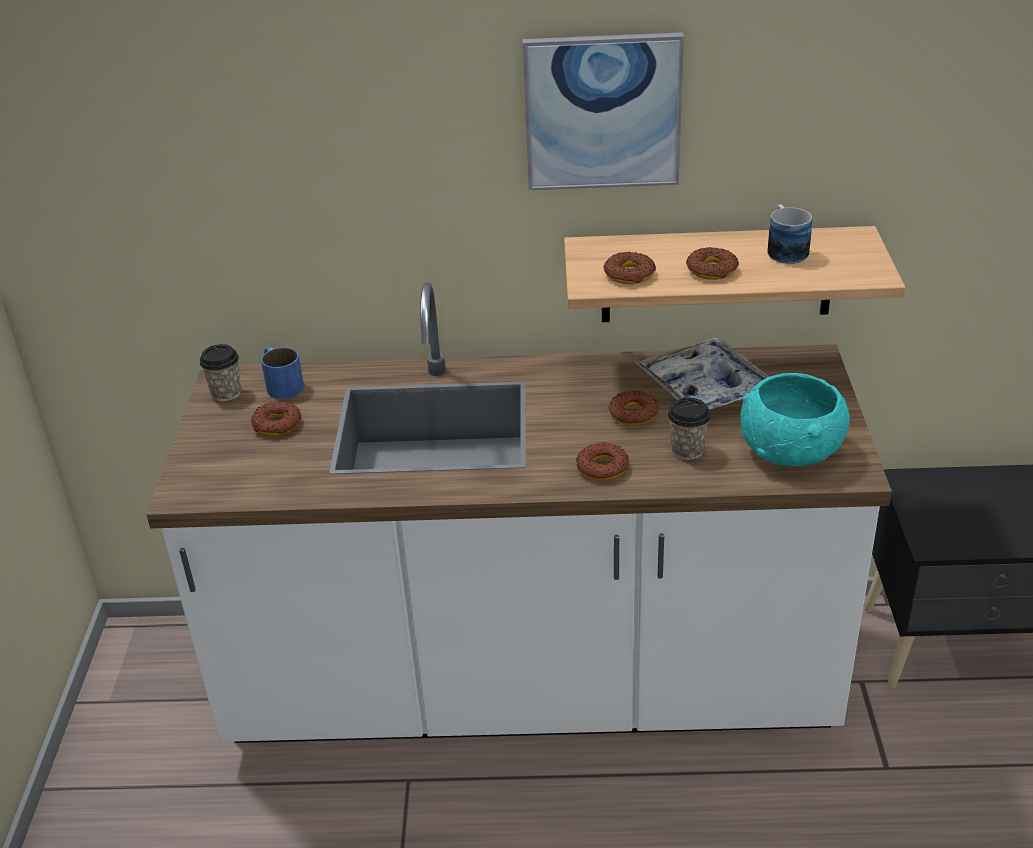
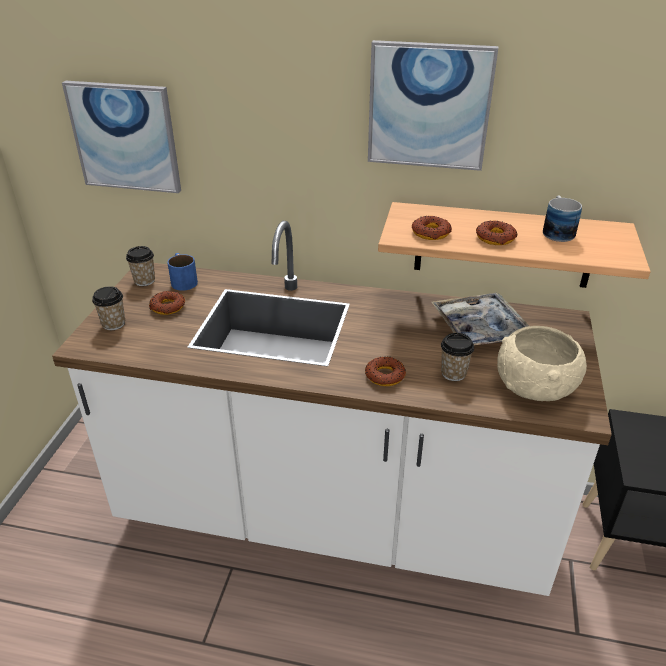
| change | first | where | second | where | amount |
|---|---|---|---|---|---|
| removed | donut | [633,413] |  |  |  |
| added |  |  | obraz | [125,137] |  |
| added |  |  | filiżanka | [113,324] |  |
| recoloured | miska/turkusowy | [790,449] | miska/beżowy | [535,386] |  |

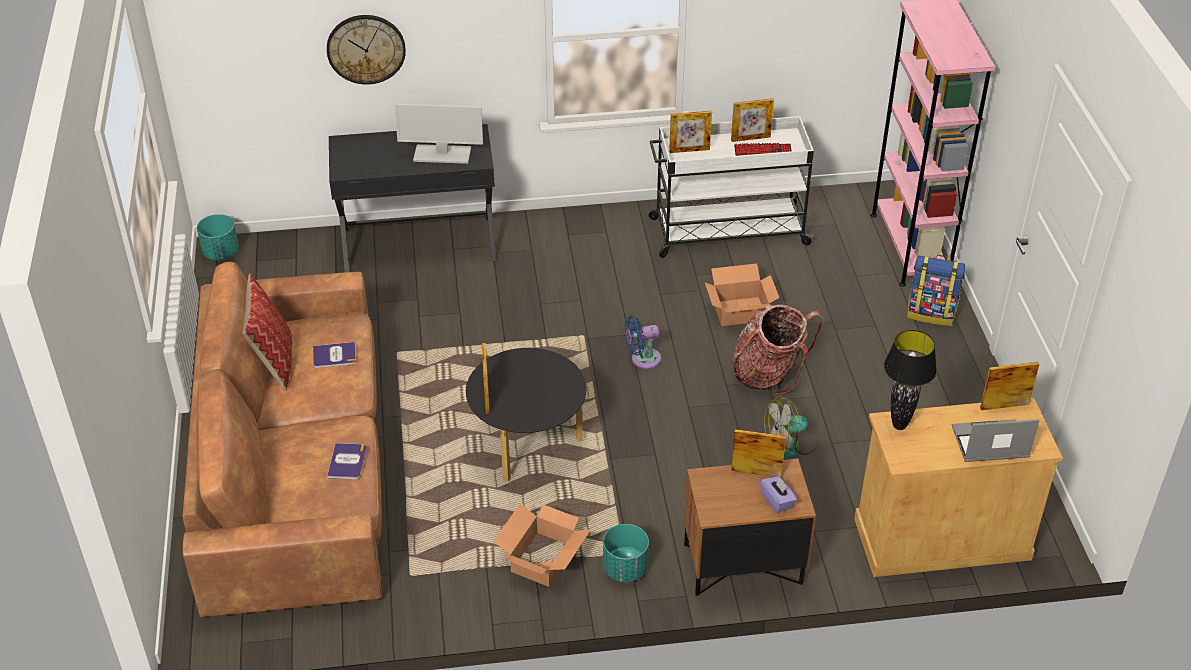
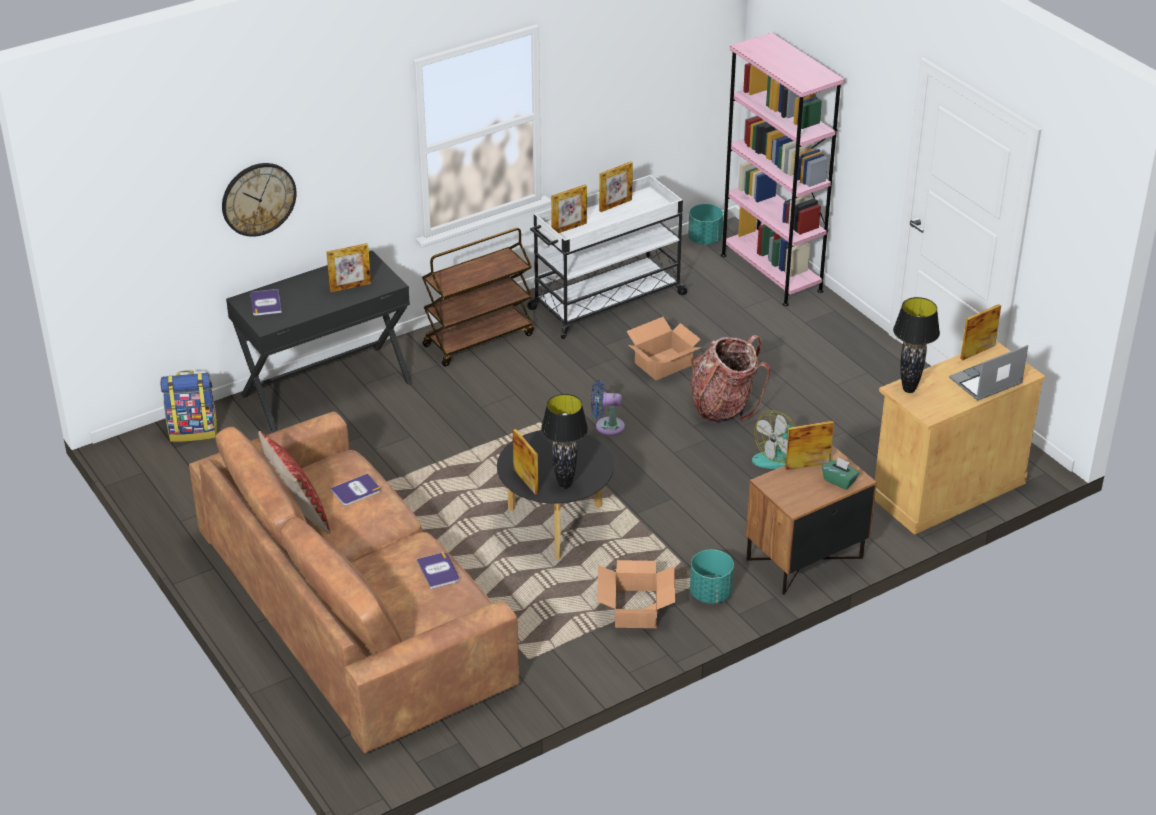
| change | first | where | second | where | amount |
|---|---|---|---|---|---|
| removed | klawiatura | [762,150] |  |  |  |
| added |  |  | książka | [265,303] |  |
| added |  |  | wózek/brązowy | [479,339] |  |
| added |  |  | lampa stołowa/czarny | [564,485] |  |
| moved | donica/turkusowy | [220,252] |  | [704,240] |  |
| moved | plecak | [931,313] |  | [193,431] |  |
| replaced | monitor | [441,155] | ramka na zdjęcie | [350,287] |  |
| recoloured | pudełko chusteczek/fioletowy | [777,501] | pudełko chusteczek/zielony | [839,481] |  |
| turned | wentylator/niebieski | [642,359] |  | [606,426] | 45 degrees clockwise |

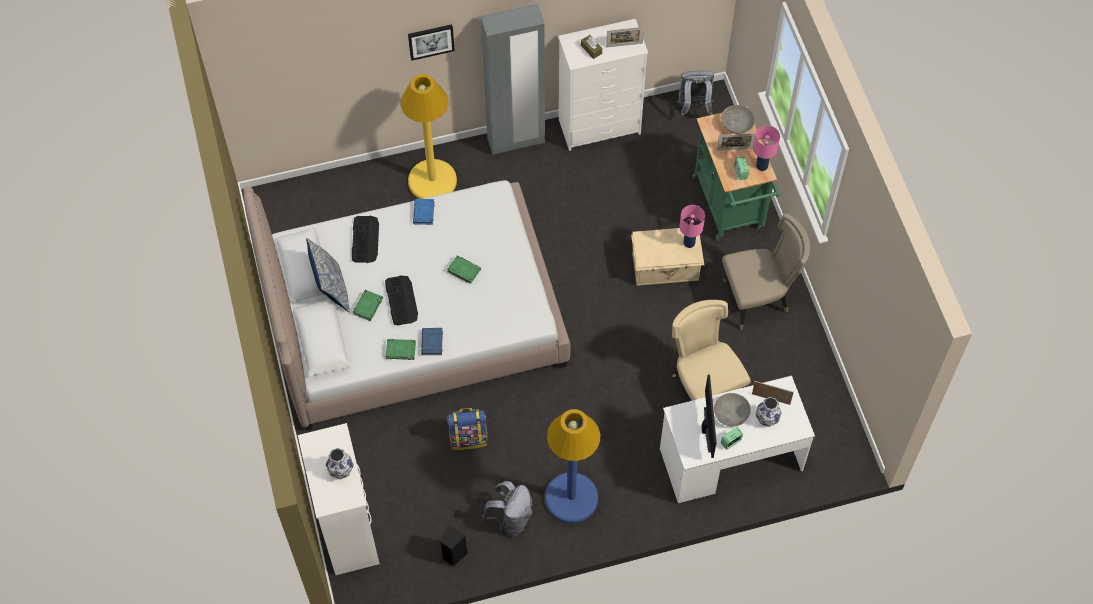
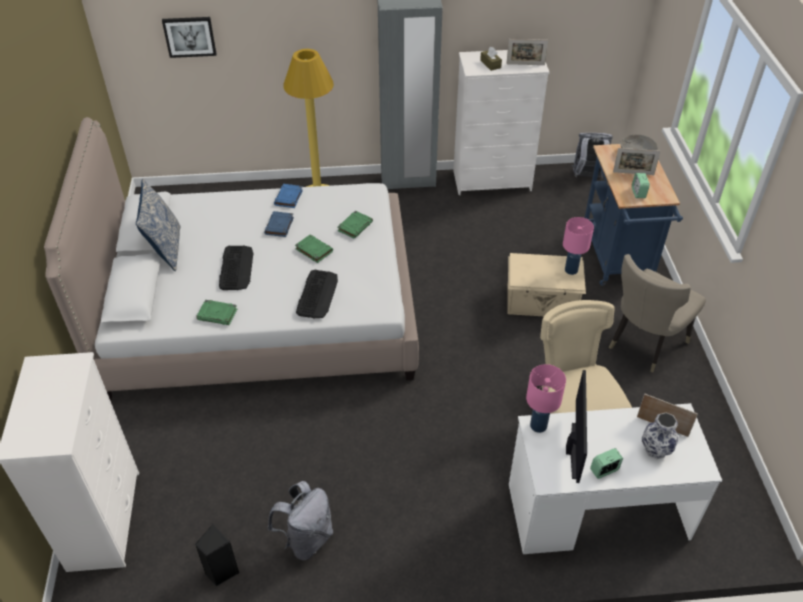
| change | first | where | second | where | amount |
|---|---|---|---|---|---|
| removed | wazon | [341,470] |  |  |  |
| removed | plecak | [469,438] |  |  |  |
| removed | lampa stojąca/niebieski | [571,498] |  |  |  |
| removed | miska/szary | [731,414] |  |  |  |
| moved | klawiatura | [365,239] |  | [317,294] |  |
| moved | książka/zielony | [368,306] |  | [355,226] |  |
| moved | obraz | [431,41] |  | [189,36] |  |
| moved | książka/niebieski | [432,343] |  | [279,226] |  |
| moved | lampa stołowa/różowy | [762,166] |  | [538,426] |  |
| recoloured | wózek/zielony | [730,208] | wózek/niebieski | [617,259] |  |
| turned | krzesło/beżowy | [759,298] |  | [643,344] | 135 degrees clockwise |

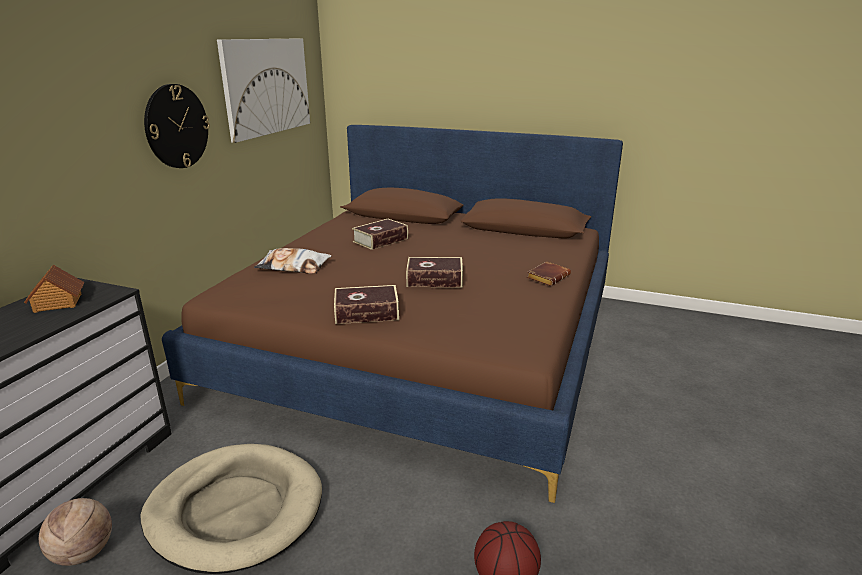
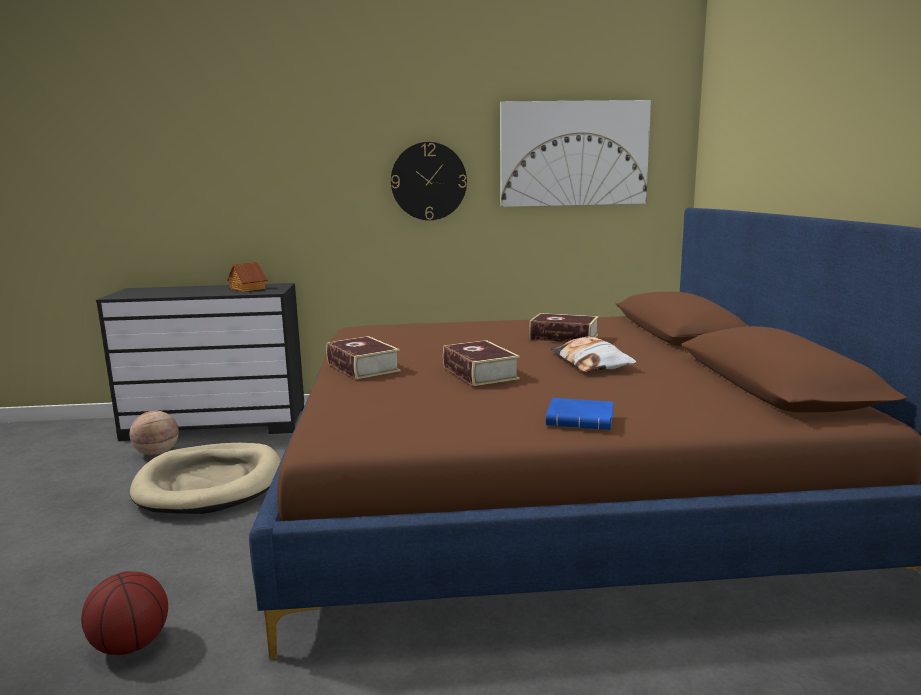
| change | first | where | second | where | amount |
|---|---|---|---|---|---|
| moved | poduszka | [293,267] |  | [591,363] |  |
| recoloured | książka/brązowy | [547,277] | książka/niebieski | [582,420] |  |

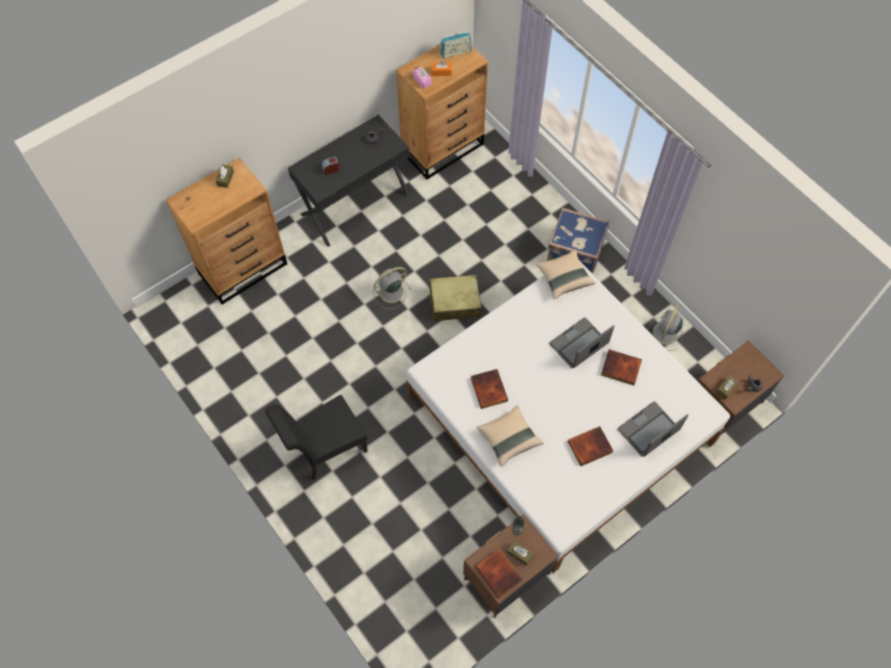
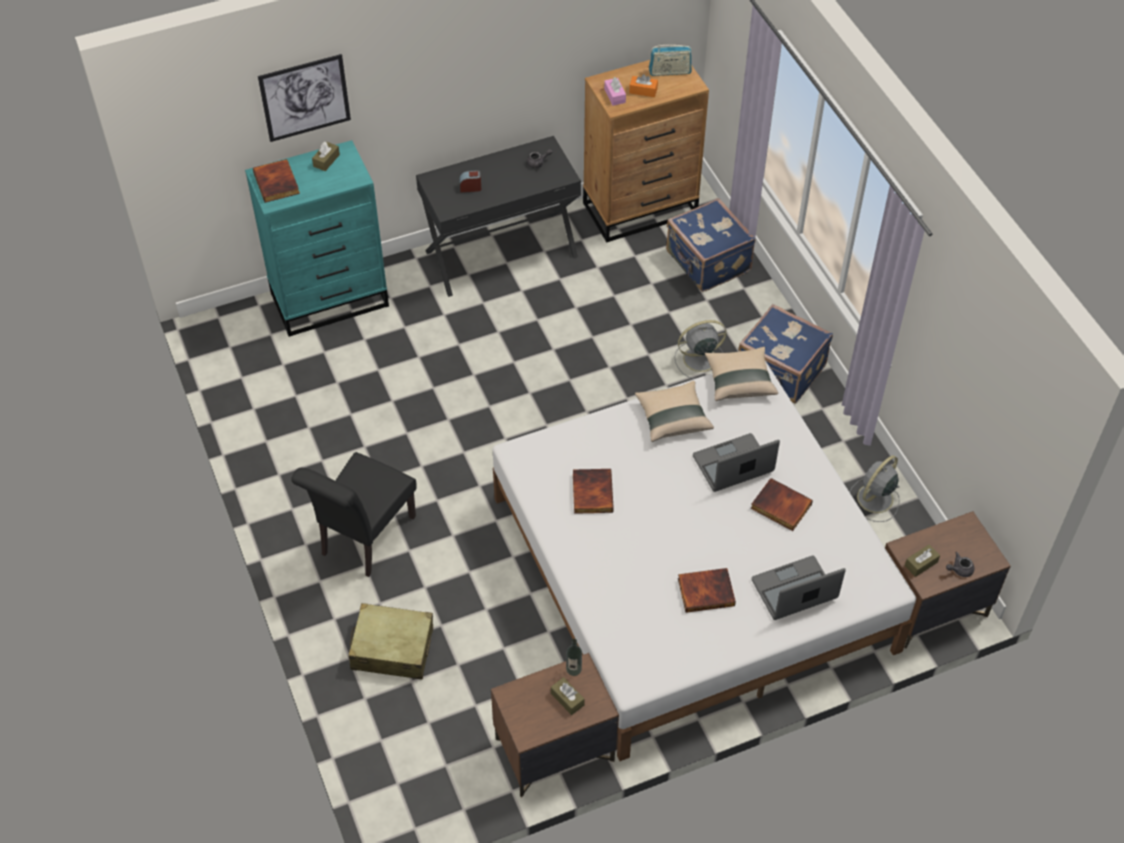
| change | first | where | second | where | amount |
|---|---|---|---|---|---|
| added |  |  | obraz | [305,98] |  |
| added |  |  | walizka/niebieski | [707,262] |  |
| moved | wentylator/szary | [390,292] |  | [698,359] |  |
| moved | walizka/beżowy | [454,302] |  | [392,649] |  |
| moved | książka | [499,573] |  | [277,183] |  |
| moved | poduszka/beżowy | [509,439] |  | [672,418] |  |
| recoloured | komoda/brązowy | [243,268] | komoda/turkusowy | [331,299] |  |
| turned | krzesło/czarny | [325,451] |  | [364,539] | 45 degrees counterclockwise |

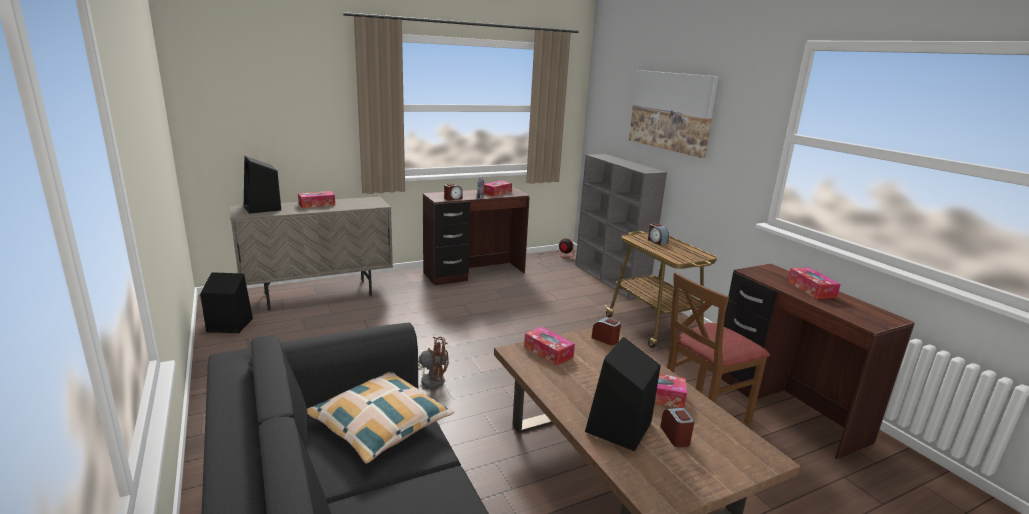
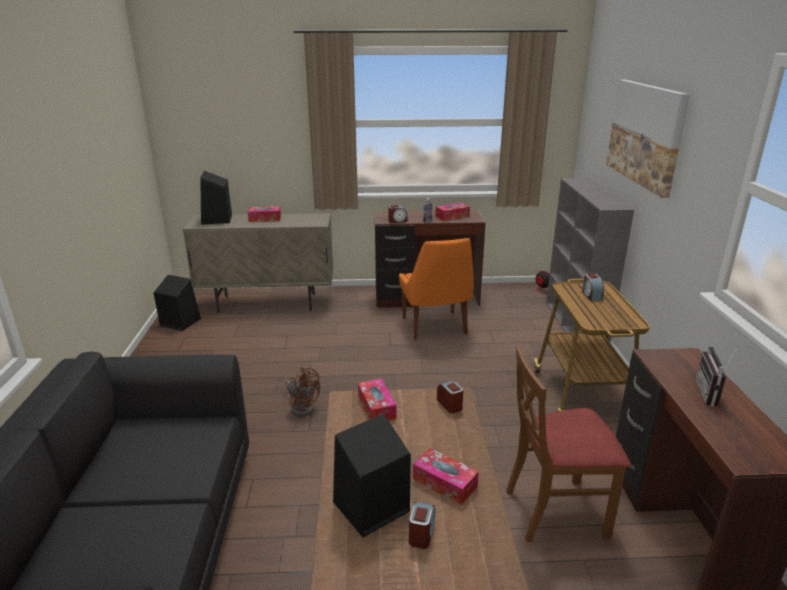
| change | first | where | second | where | amount |
|---|---|---|---|---|---|
| removed | poduszka | [380,424] |  |  |  |
| added |  |  | krzesło/pomarańczowy | [435,327] |  |
| replaced | pudełko chusteczek | [811,289] | radio | [712,394] |  |

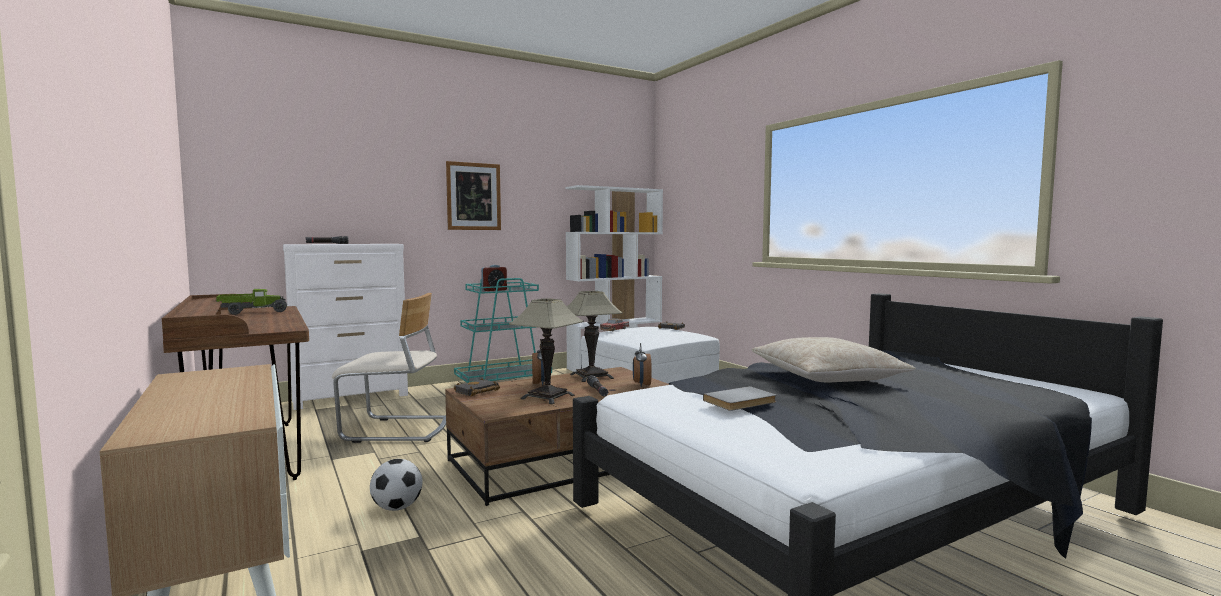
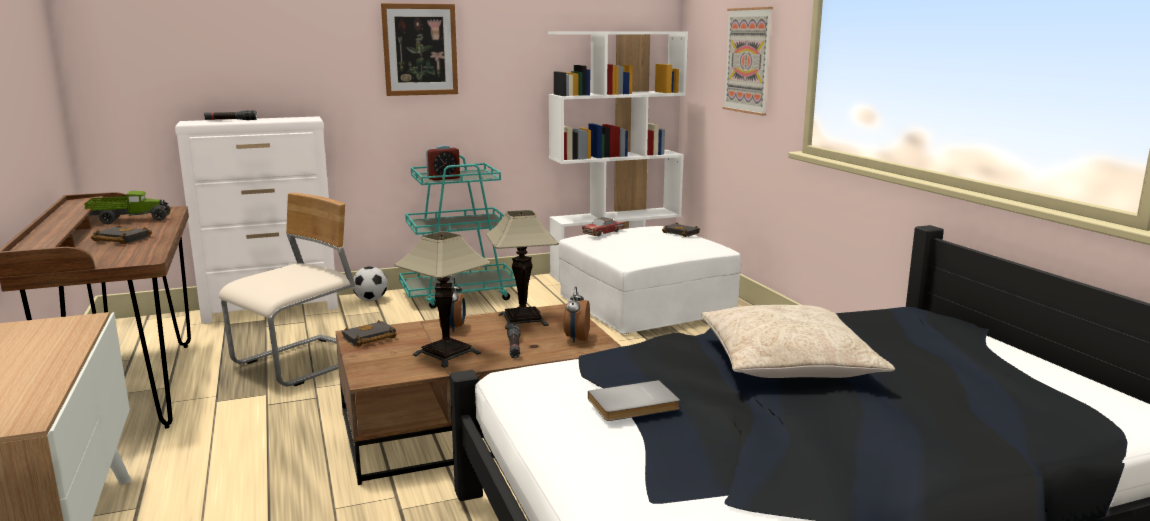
| change | first | where | second | where | amount |
|---|---|---|---|---|---|
| added |  |  | książka/czarny | [119,239] |  |
| added |  |  | obraz | [748,60] |  |
| moved | piłka futbolowa | [397,508] |  | [371,300] |  |
| turned | krzesło/beżowy | [396,430] |  | [303,363] | 60 degrees counterclockwise |

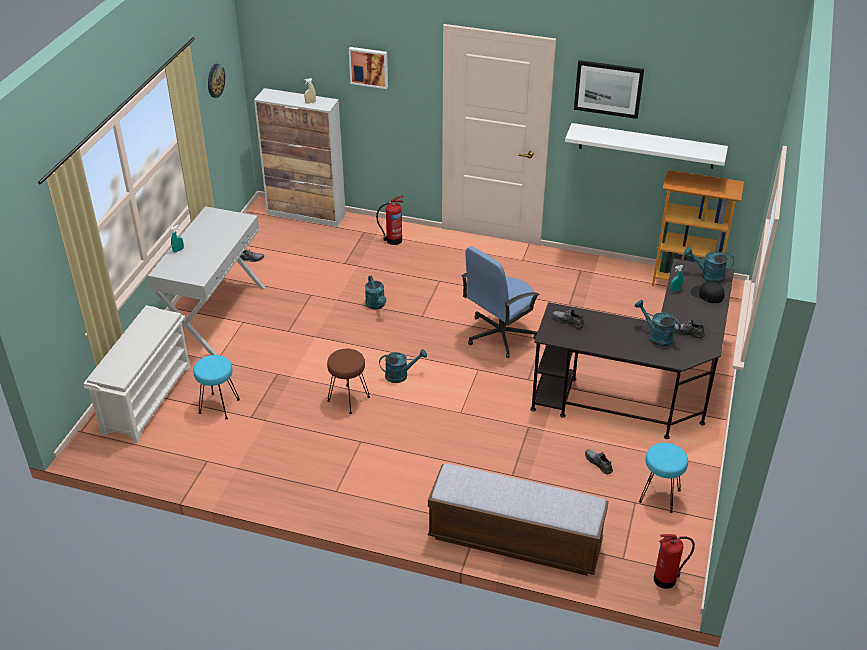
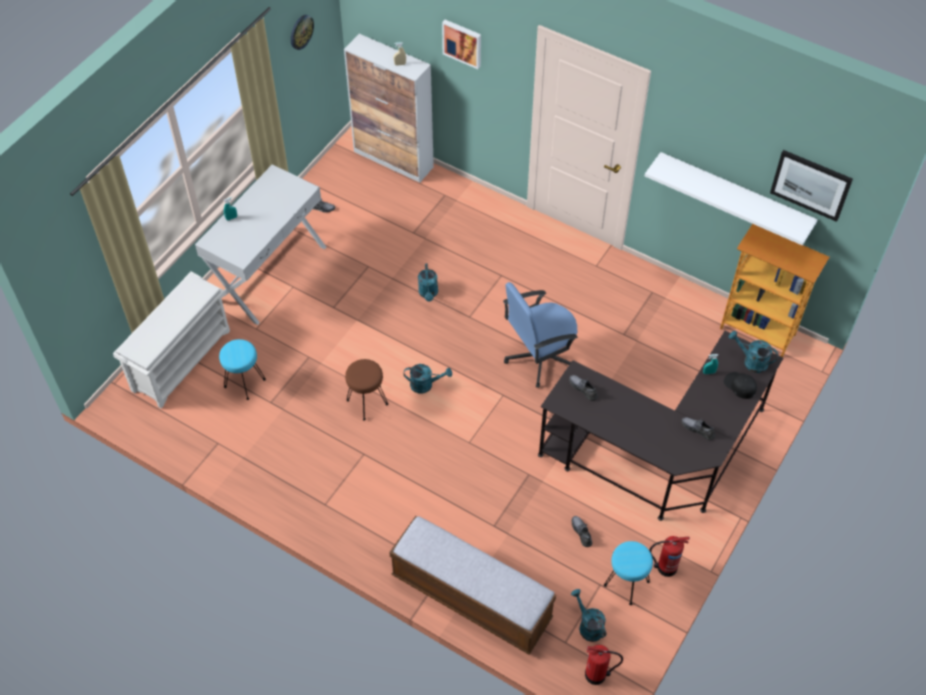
| change | first | where | second | where | amount |
|---|---|---|---|---|---|
| moved | gaśnica | [393,240] |  | [665,567] |  |
| moved | obraz | [608,88] |  | [811,184] |  |
| moved | konewka/turkusowy | [656,336] |  | [588,625] |  |

